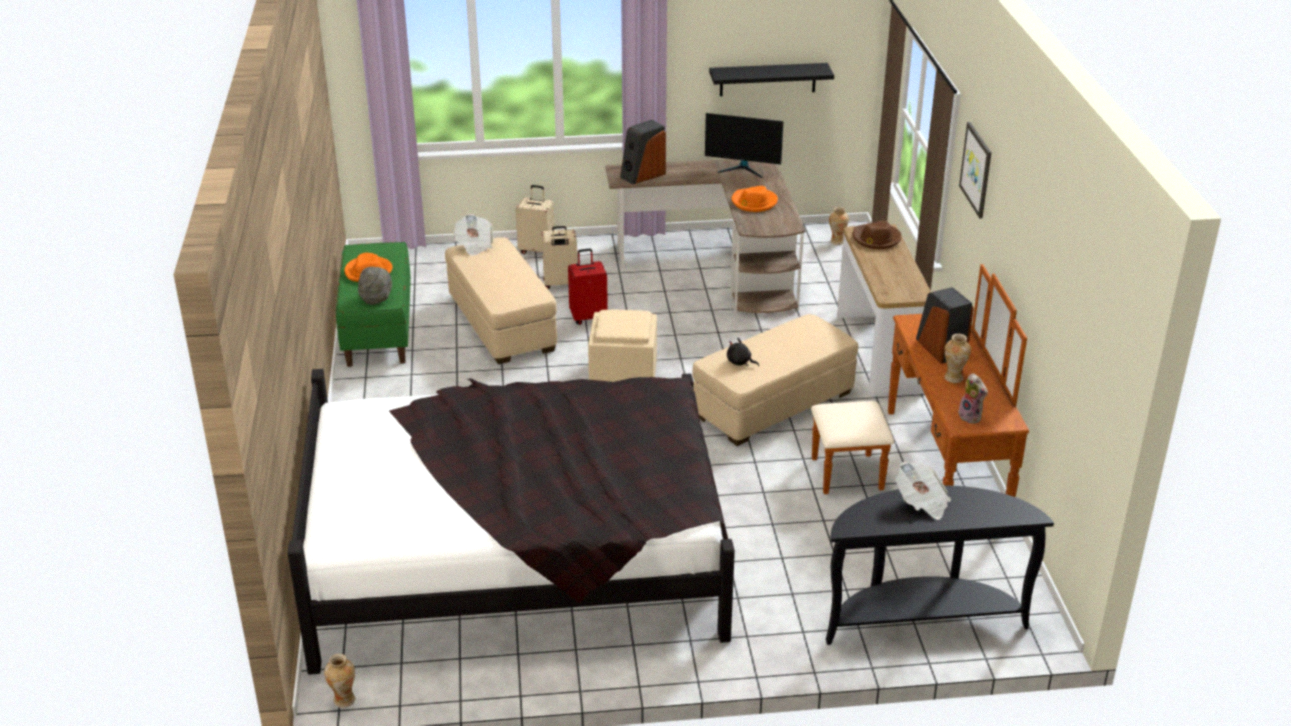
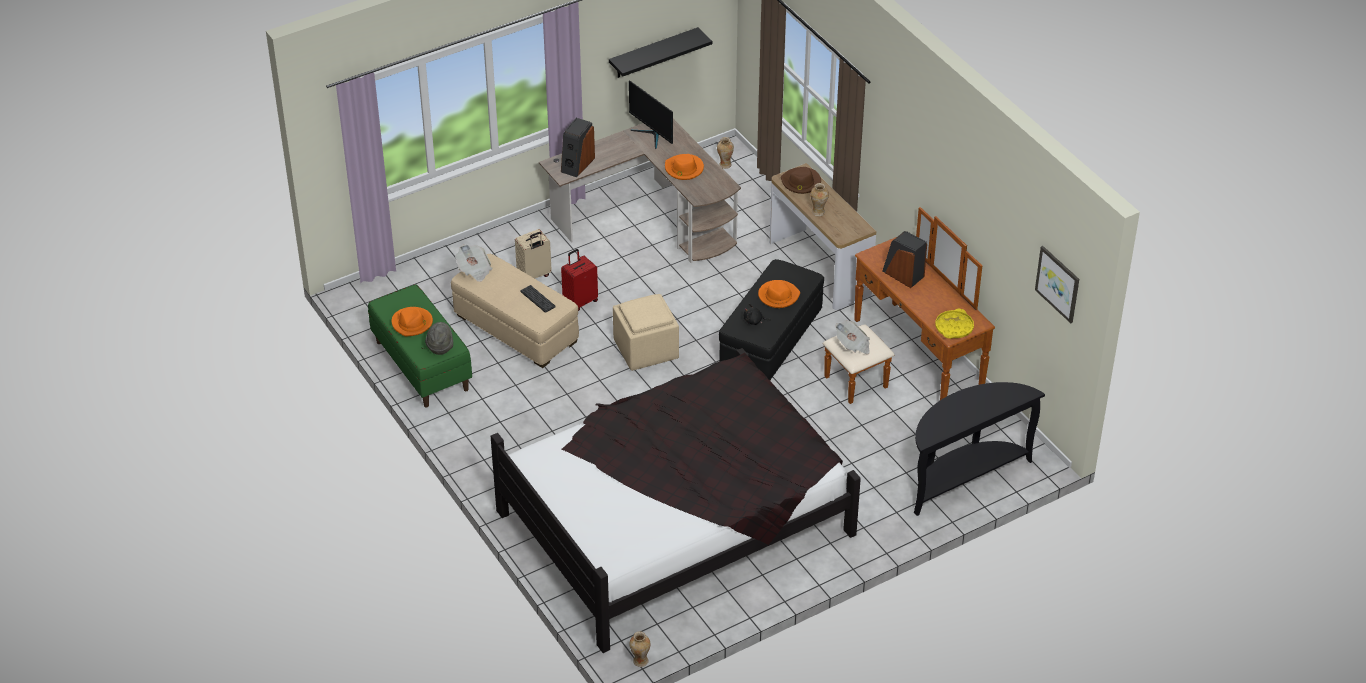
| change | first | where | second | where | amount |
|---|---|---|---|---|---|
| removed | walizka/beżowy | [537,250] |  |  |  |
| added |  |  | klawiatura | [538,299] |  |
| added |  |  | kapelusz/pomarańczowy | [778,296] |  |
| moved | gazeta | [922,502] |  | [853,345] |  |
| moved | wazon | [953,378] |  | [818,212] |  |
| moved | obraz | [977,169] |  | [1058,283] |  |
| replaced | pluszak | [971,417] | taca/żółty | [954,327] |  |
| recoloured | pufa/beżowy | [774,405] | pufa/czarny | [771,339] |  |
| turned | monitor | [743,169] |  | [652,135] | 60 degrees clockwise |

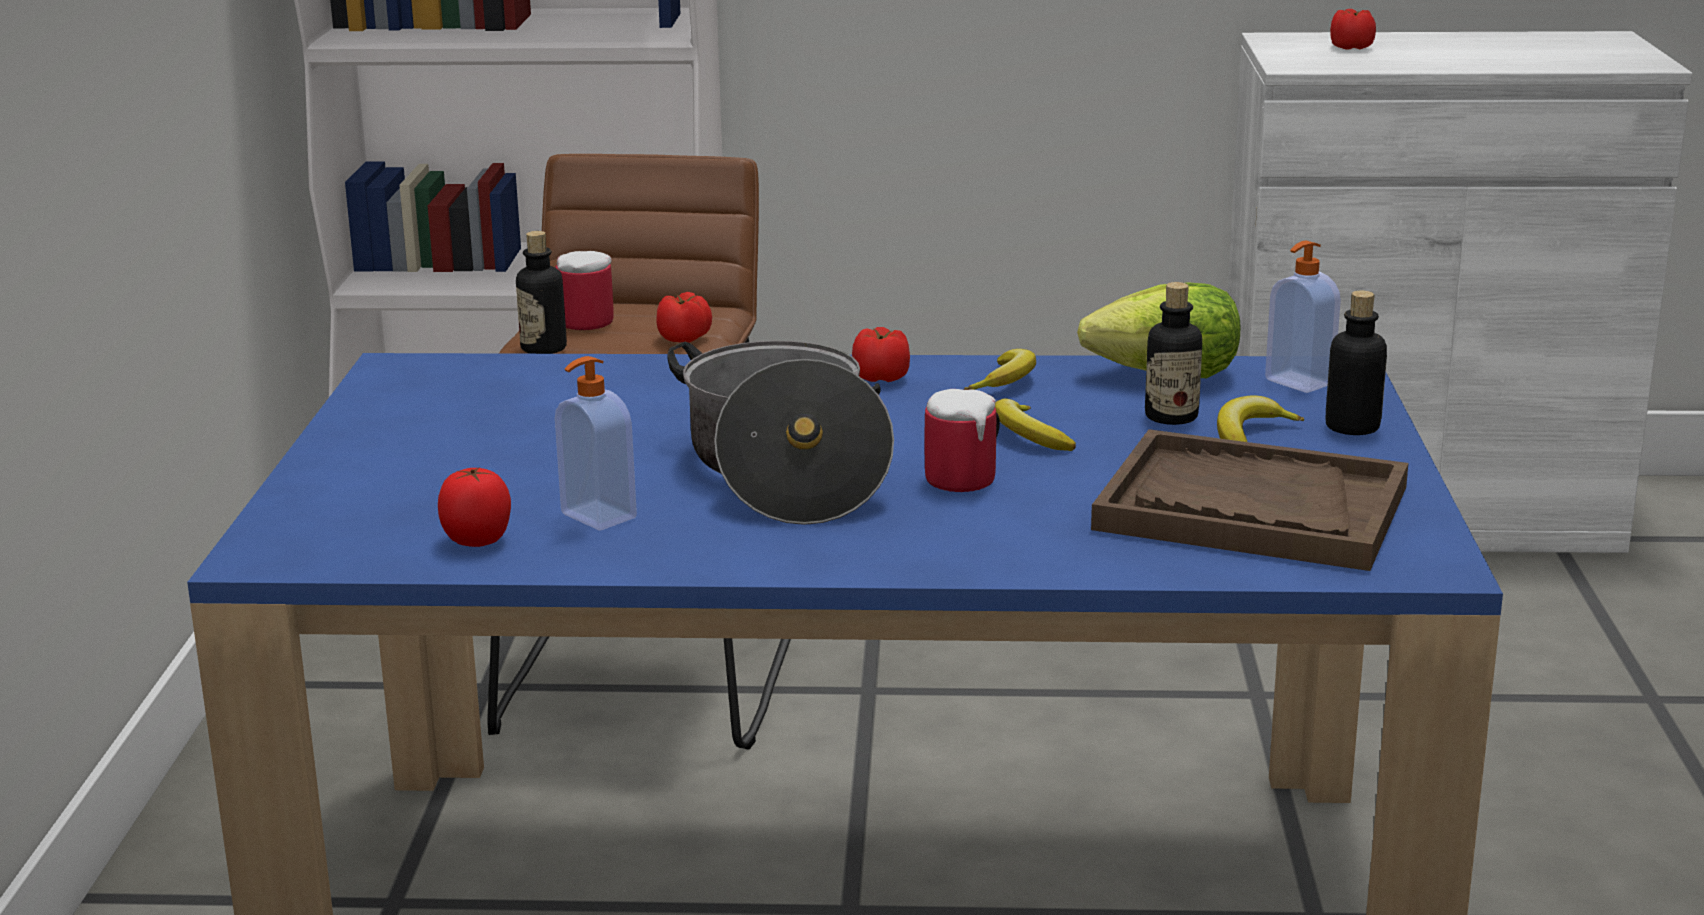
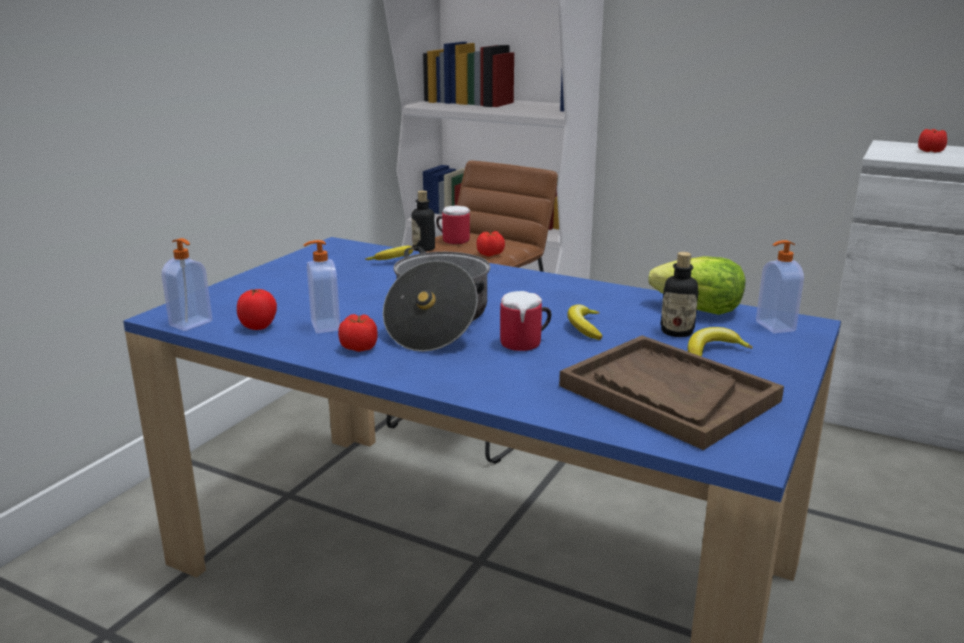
| change | first | where | second | where | amount |
|---|---|---|---|---|---|
| removed | butelka | [1352,427] |  |  |  |
| added |  |  | dozownik mydła | [192,324] |  |
| moved | pomidor | [881,377] |  | [360,347] |  |
| moved | banan | [1006,381] |  | [394,259] |  |

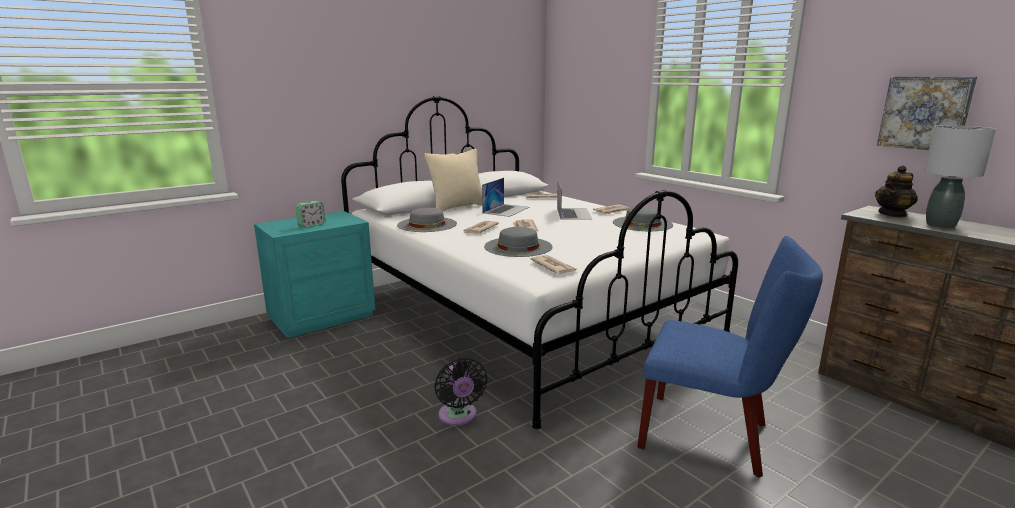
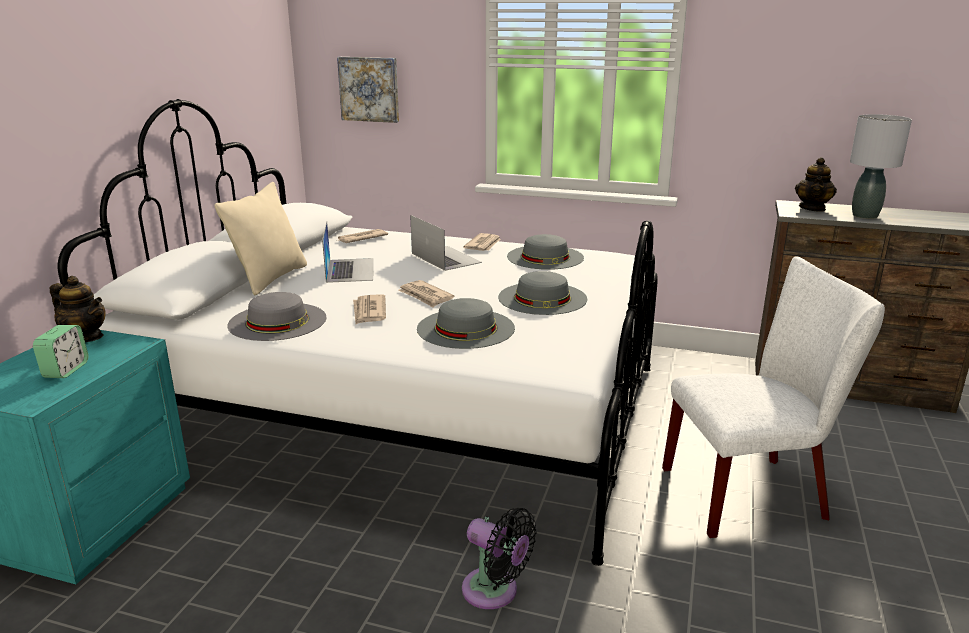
| change | first | where | second | where | amount |
|---|---|---|---|---|---|
| removed | gazeta | [553,267] |  |  |  |
| added |  |  | imbryk | [85,337] |  |
| added |  |  | kapelusz/szary | [542,298] |  |
| moved | obraz | [925,113] |  | [370,89] |  |
| recoloured | krzesło/niebieski | [713,436] | krzesło/biały | [753,492] |  |

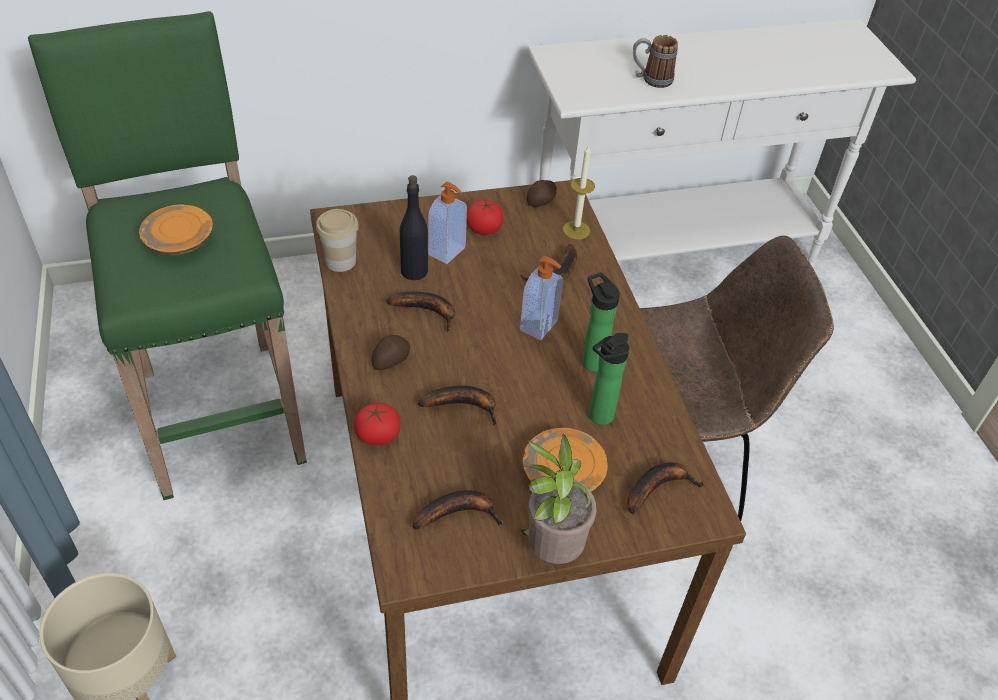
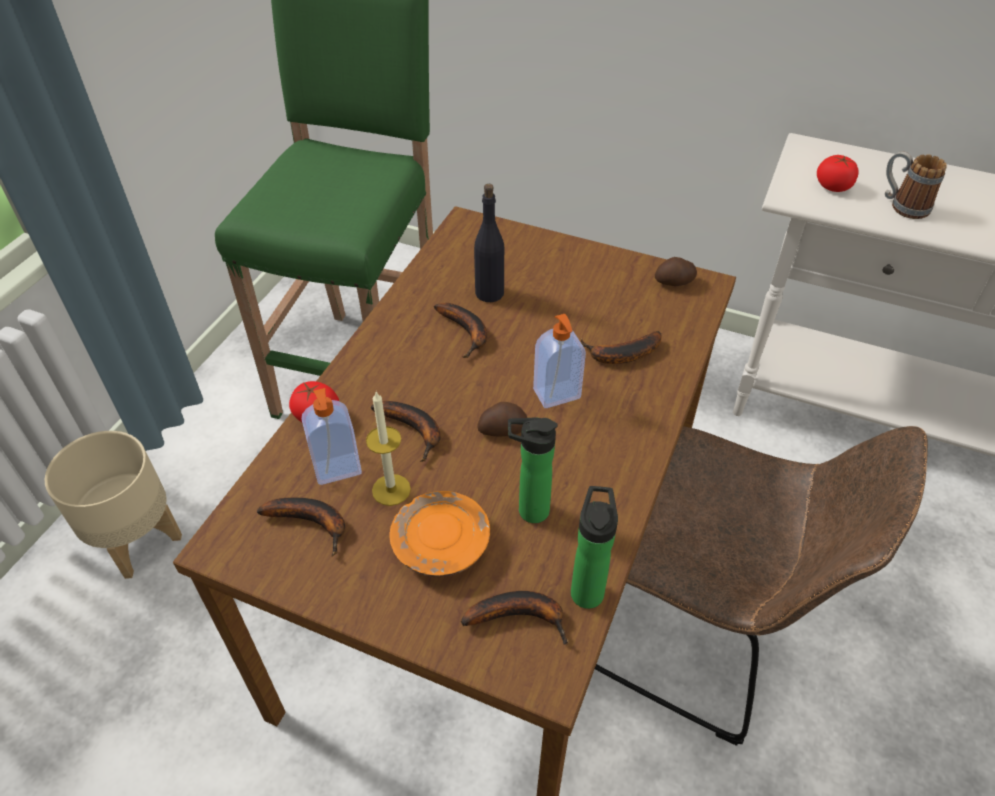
| change | first | where | second | where | amount |
|---|---|---|---|---|---|
| removed | talerz/pomarańczowy | [179,240] |  |  |  |
| removed | filiżanka | [340,261] |  |  |  |
| removed | roślina doniczkowa | [551,549] |  |  |  |
| moved | ziemniak | [390,360] |  | [502,429] |  |
| moved | dozownik mydła | [448,252] |  | [337,470] |  |
| moved | pomidor | [484,228] |  | [833,187] |  |
| moved | świeca | [576,230] |  | [391,490] |  |
| moved | butelka | [591,360] |  | [587,589] |  |

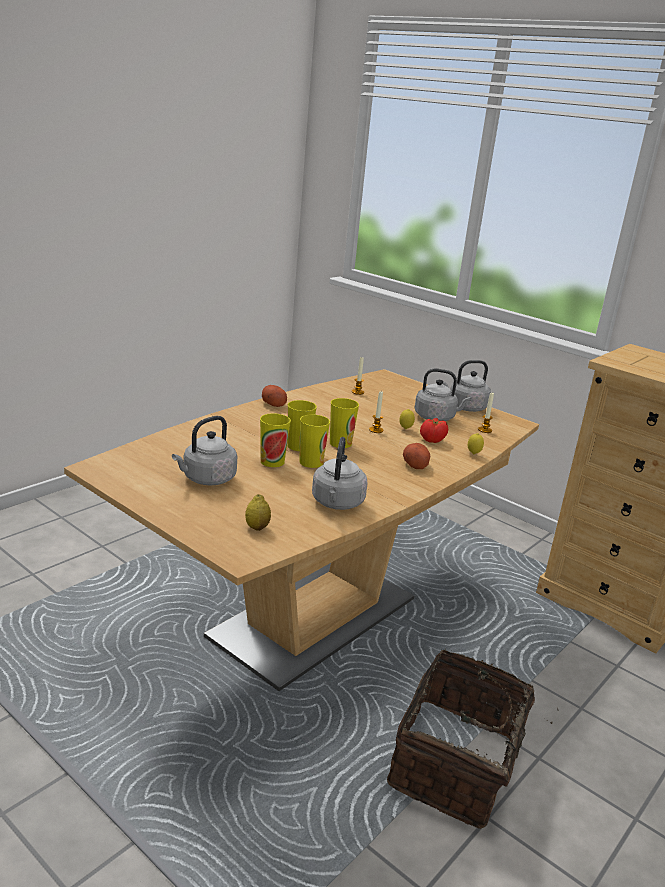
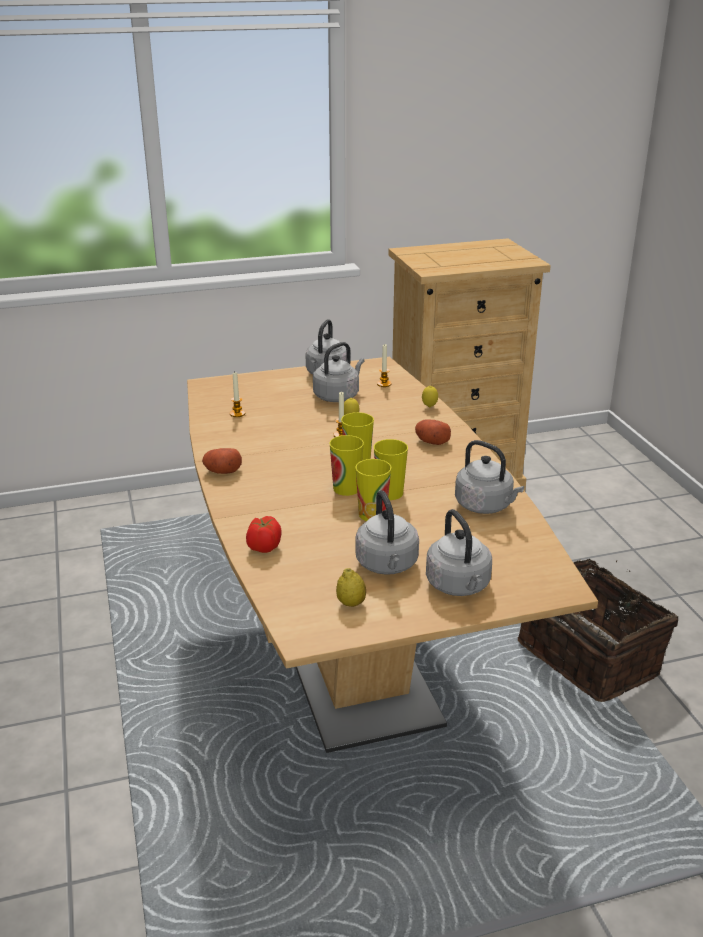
| change | first | where | second | where | amount |
|---|---|---|---|---|---|
| added |  |  | czajnik/szary | [459,586] |  |
| moved | cytryna | [257,527] |  | [351,603] |  |
| moved | pomidor | [432,440] |  | [263,547] |  |

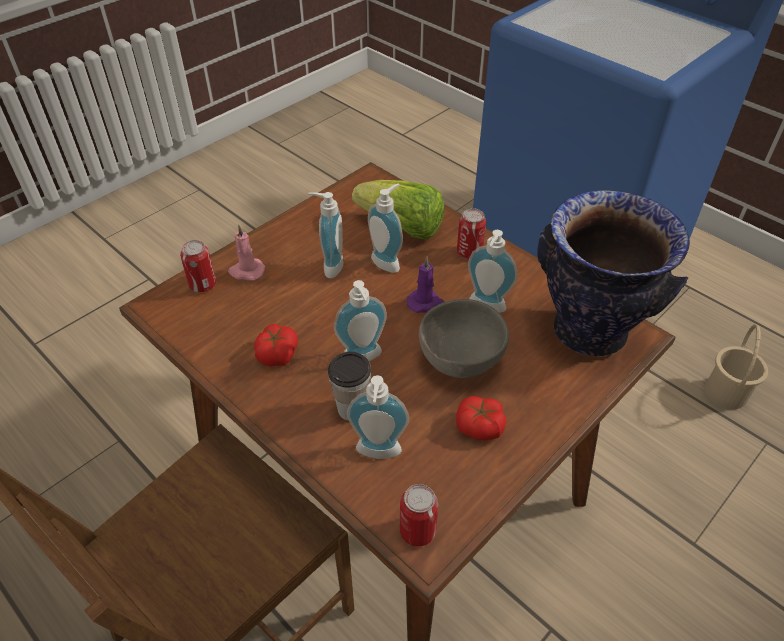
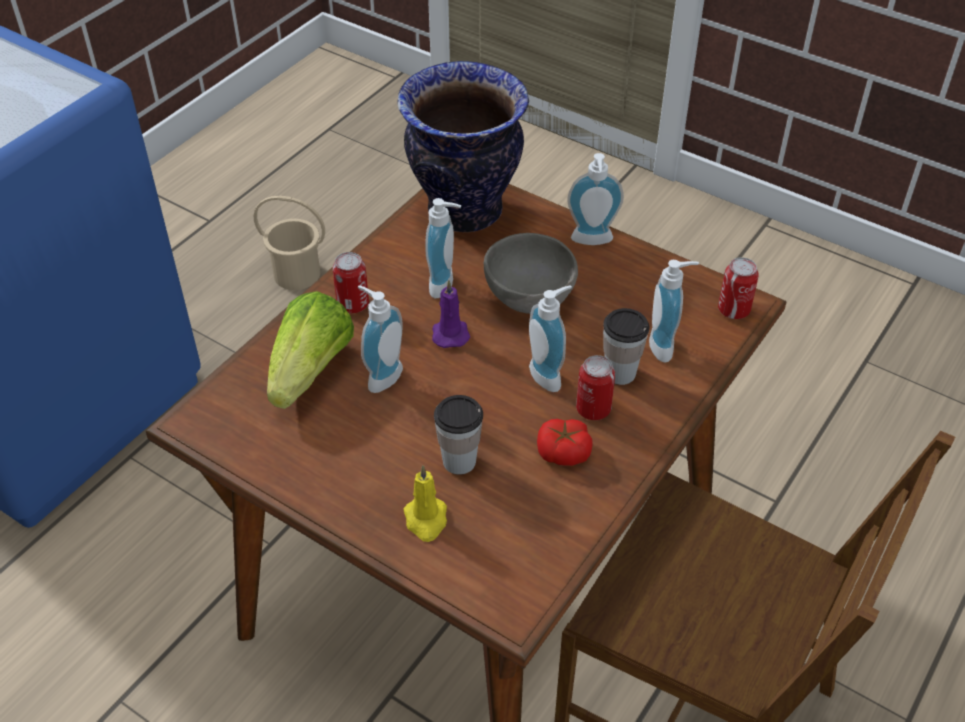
| change | first | where | second | where | amount |
|---|---|---|---|---|---|
| removed | pomidor | [479,426] |  |  |  |
| added |  |  | filiżanka | [459,461] |  |
| moved | puszka | [203,284] |  | [593,409] |  |
| moved | dozownik mydła | [329,266] |  | [592,242] |  |
| recoloured | świeca/różowy | [246,271] | świeca/żółty | [426,520] |  |

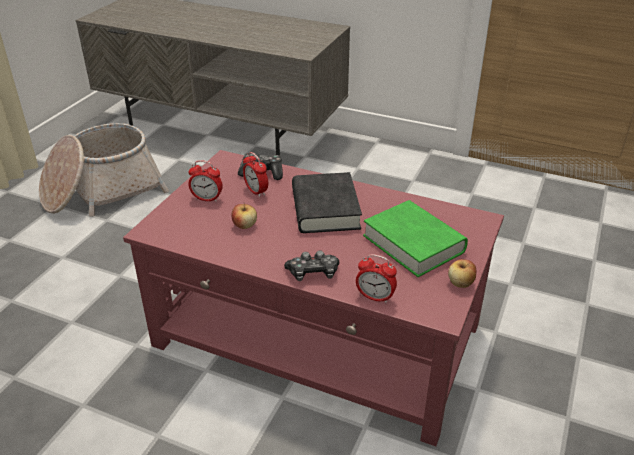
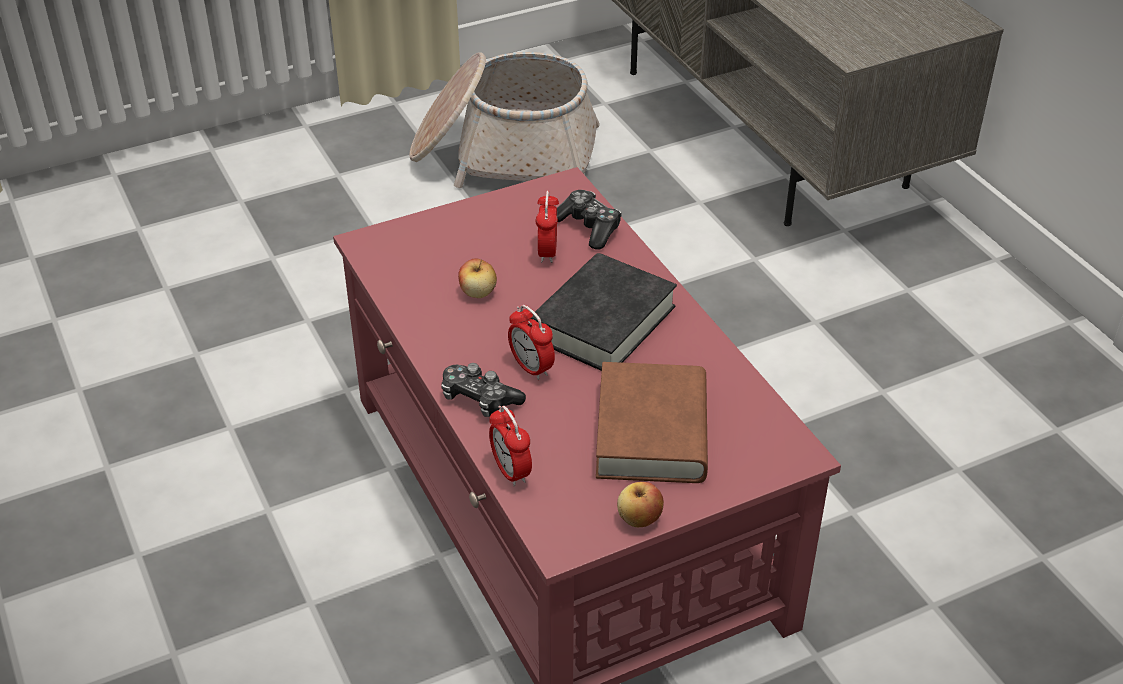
| change | first | where | second | where | amount |
|---|---|---|---|---|---|
| moved | budzik | [207,199] |  | [531,368] |  |
| recoloured | książka/zielony | [413,244] | książka/brązowy | [652,432] |  |

